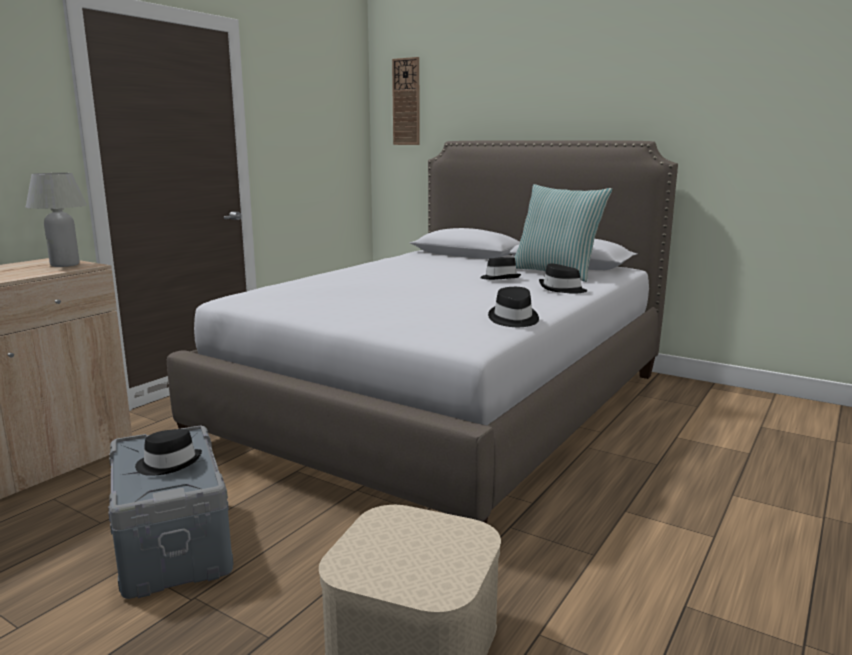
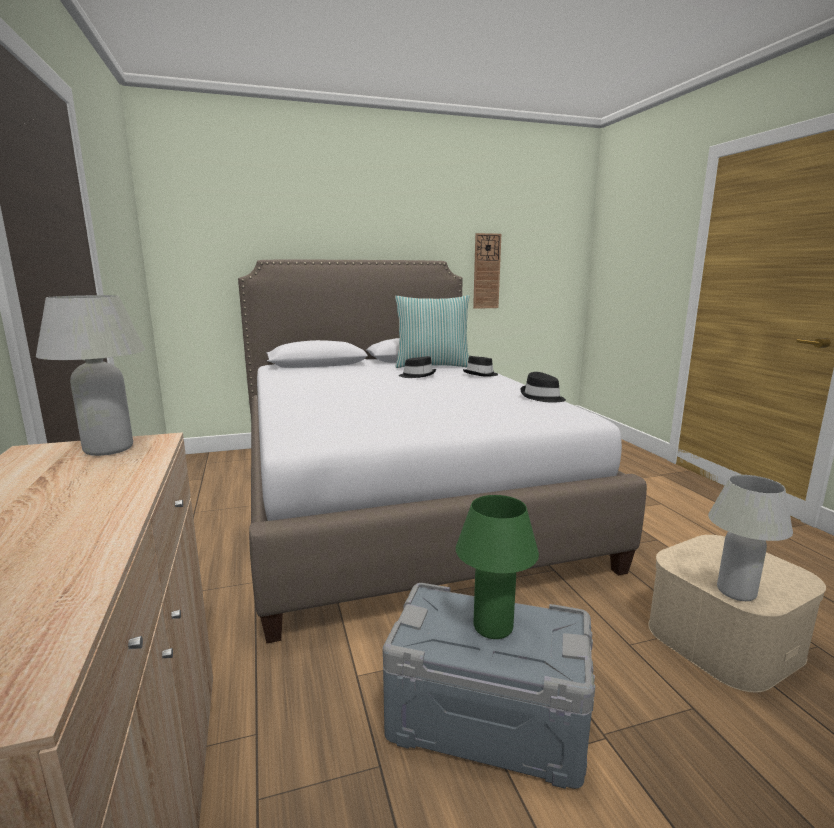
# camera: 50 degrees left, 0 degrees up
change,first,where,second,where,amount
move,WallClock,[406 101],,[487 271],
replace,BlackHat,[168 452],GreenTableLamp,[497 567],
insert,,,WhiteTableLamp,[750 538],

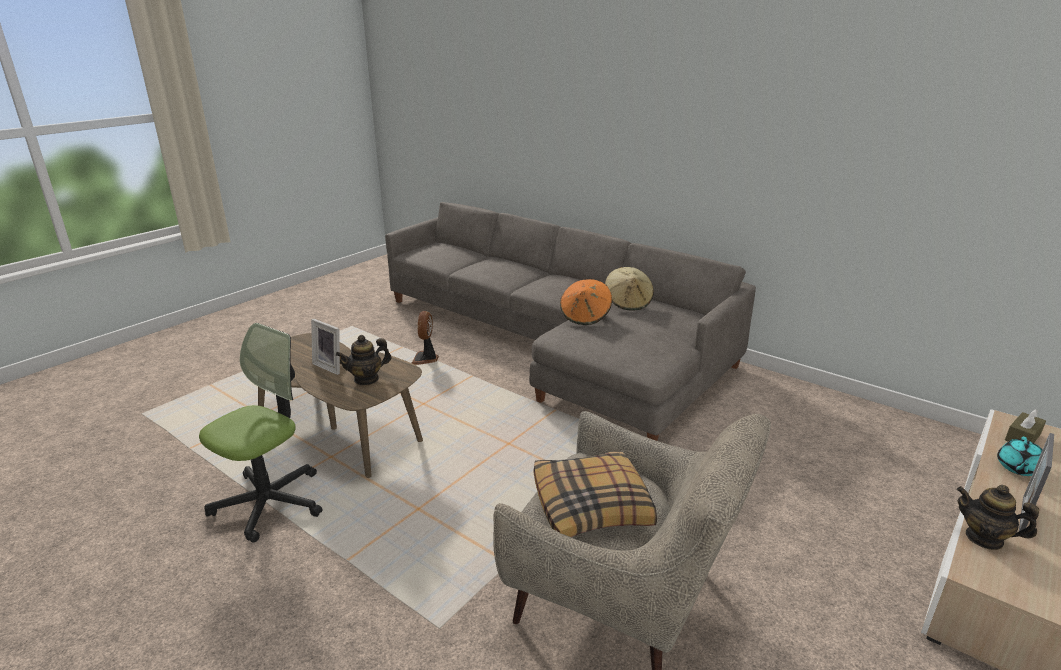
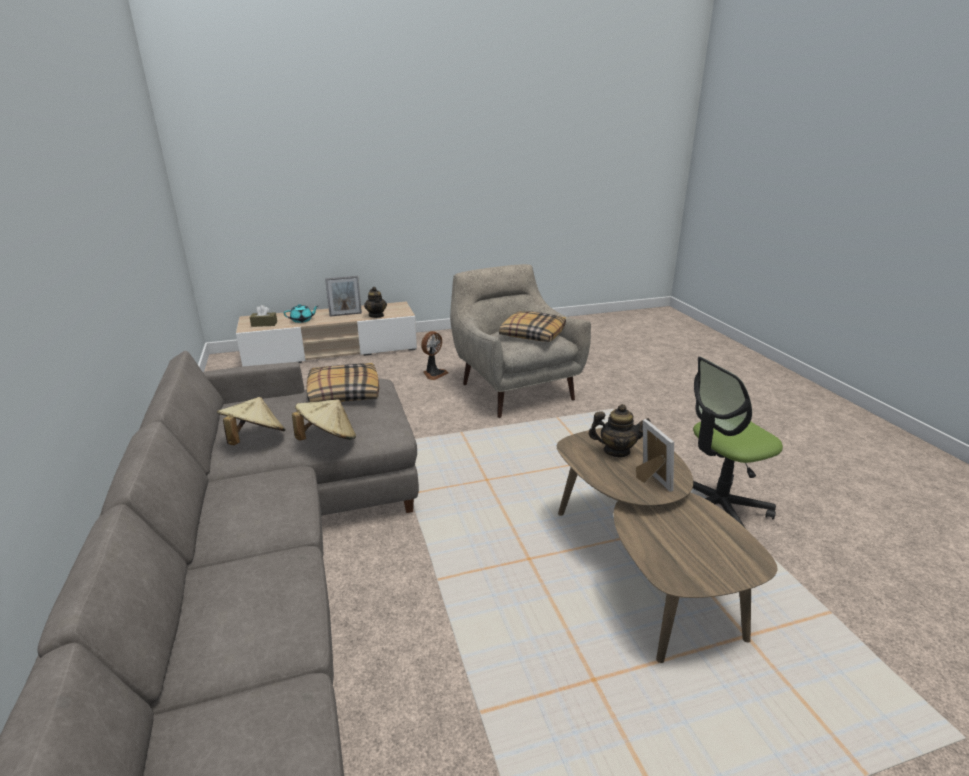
# camera: 145 degrees left, 0 degrees up
change,first,where,second,where,amount
recolor,OrangeHat,[586 302],BeigeHat,[324 420],
move,Fan,[425 338],,[435 355],
insert,,,Pillow,[342 383],

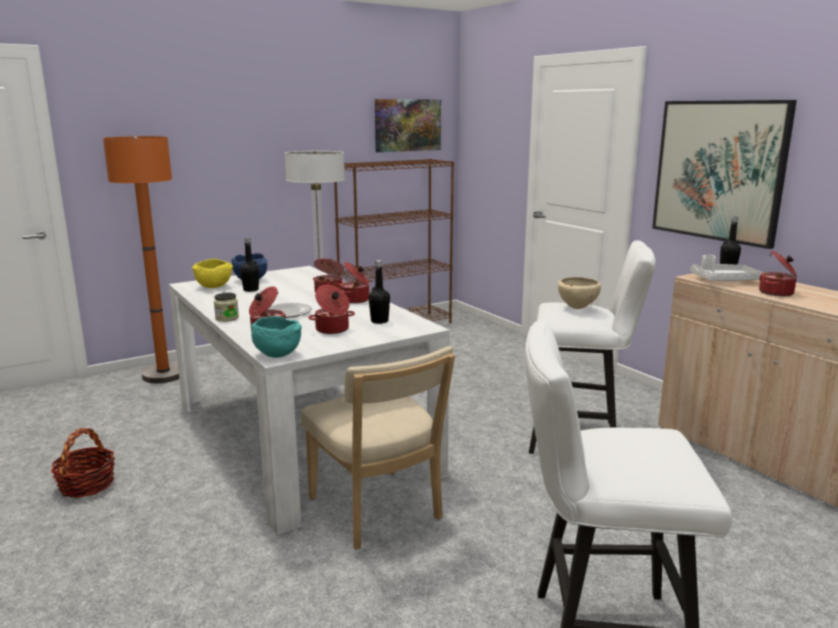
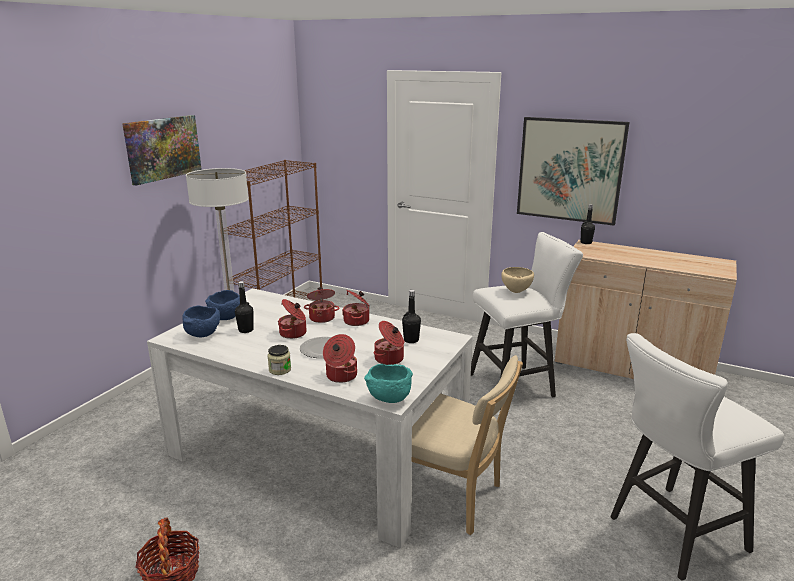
# camera: 30 degrees left, 5 degrees up
change,first,where,second,where,amount
move,Picture,[408 125],,[162 150],
delete,OrangeFloorLamp,[141 259],,,
move,CookingPot,[778 273],,[292 319],
delete,WhiteTray,[726 268],,,
recolor,YellowBowl,[212 273],BlueBowl,[201 322],

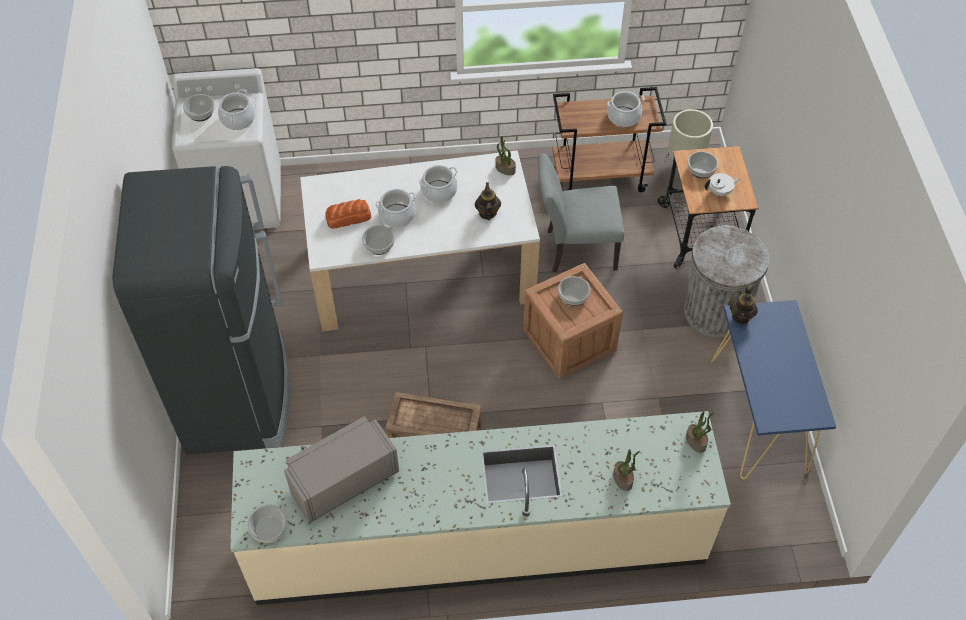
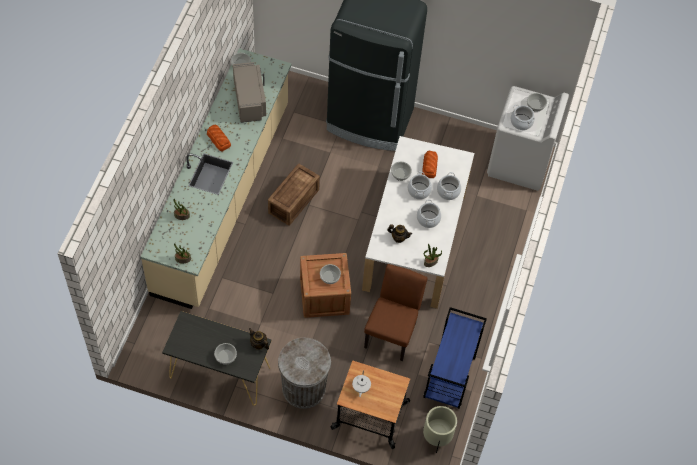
# camera: 110 degrees right, 5 degrees up
change,first,where,second,where,amount
recolor,BrownCart,[609 139],BlueCart,[455 358],
move,CookingPot,[626 109],,[449 186],
move,Bowl,[702 164],,[225 354],
recolor,GreyChair,[581 213],BrownChair,[395 312],
recolor,BlueConsoleTable,[773 389],BlackConsoleTable,[217 358],
insert,,,Bread,[219 138],

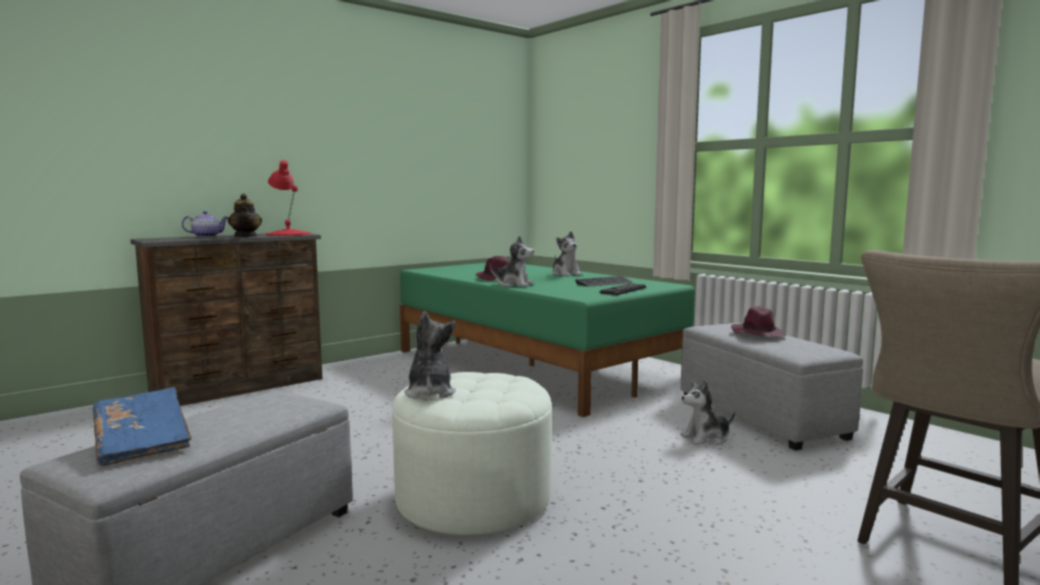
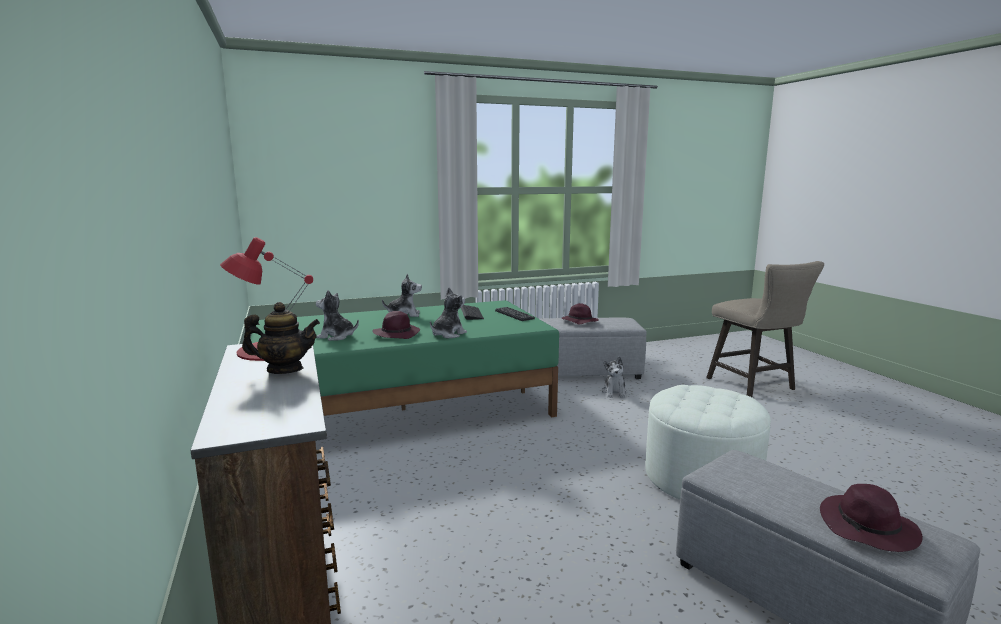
# camera: 70 degrees left, 5 degrees up
change,first,where,second,where,amount
delete,Teapot,[205 224],,,
move,PlushToy,[430 355],,[337 315],
replace,BlueBook,[142 427],PurpleHat,[871 518],

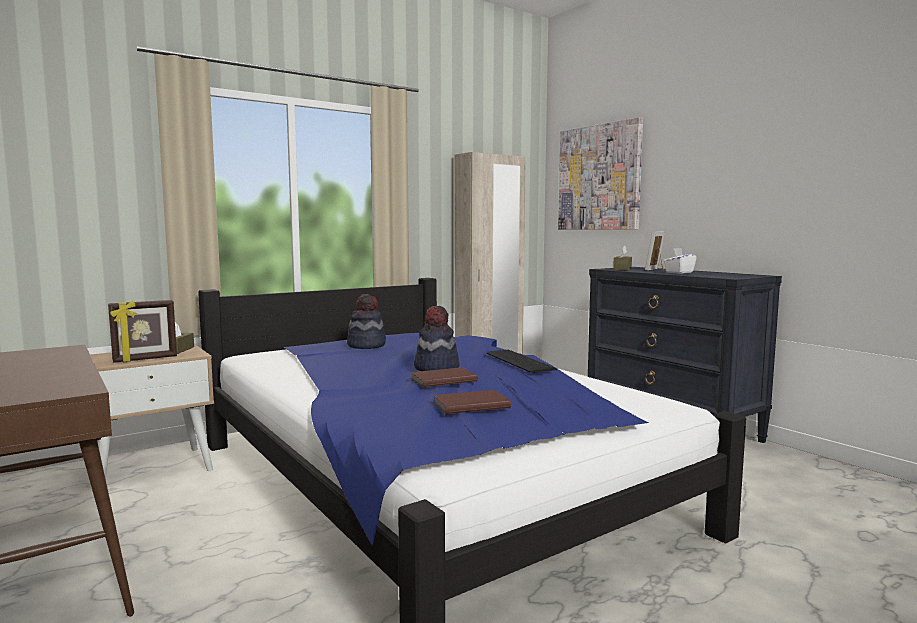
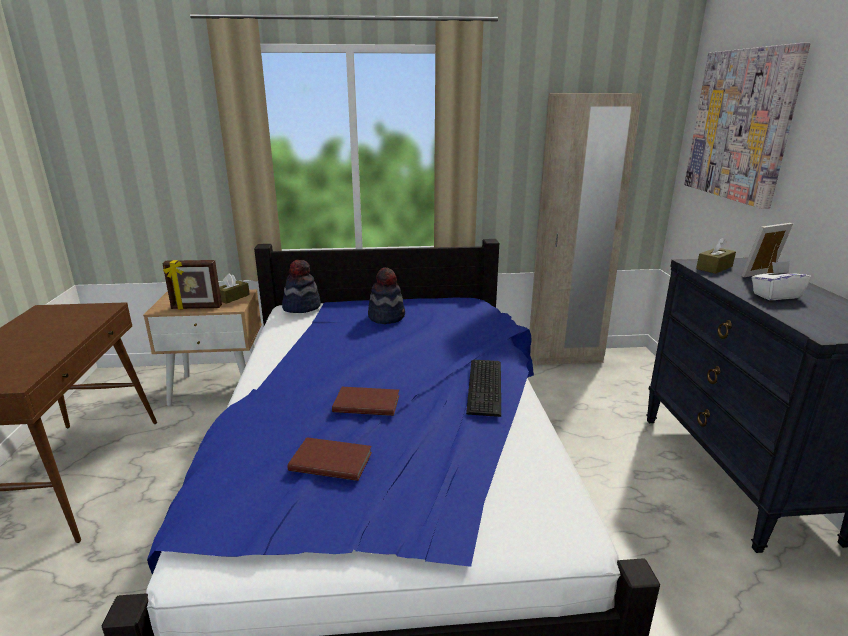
# camera: 30 degrees right, 15 degrees up
change,first,where,second,where,amount
move,Hat,[437 338],,[301 286],

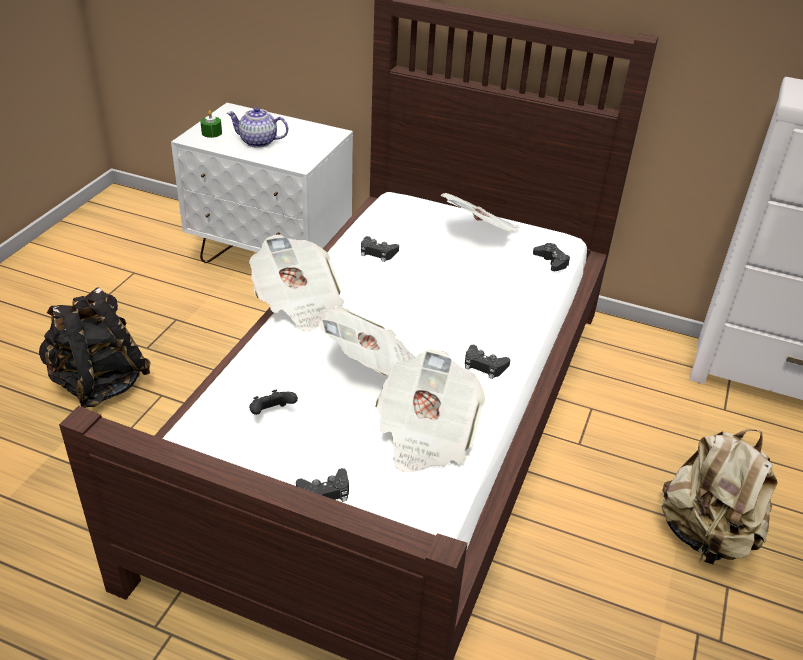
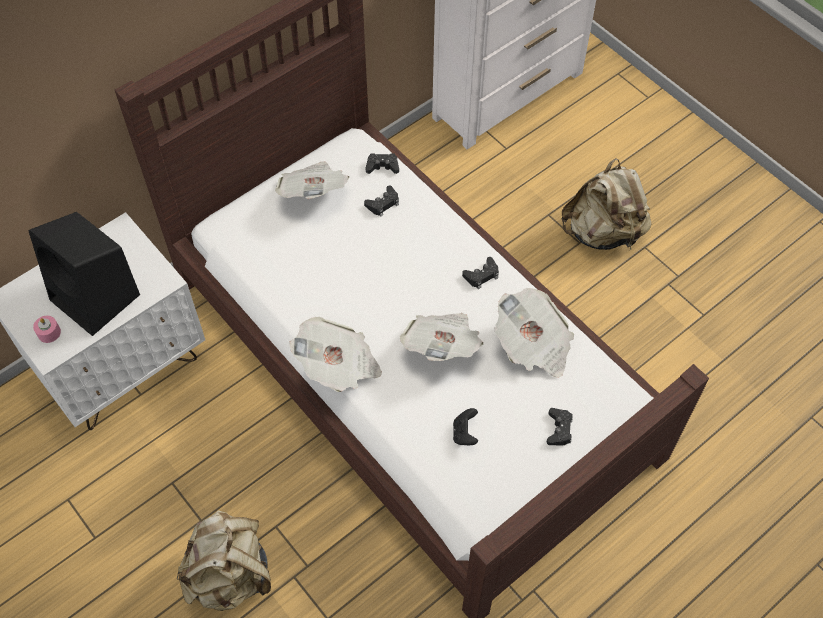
# camera: 60 degrees left, 20 degrees up
change,first,where,second,where,amount
replace,Teapot,[257 127],BlackSpeaker,[84 274],
recolor,GreenCandle,[211 124],PinkCandle,[47 329],
move,BlackGameController,[380 249],,[381 201],
recolor,BlackBackpack,[95 347],BeigeBackpack,[224 560],

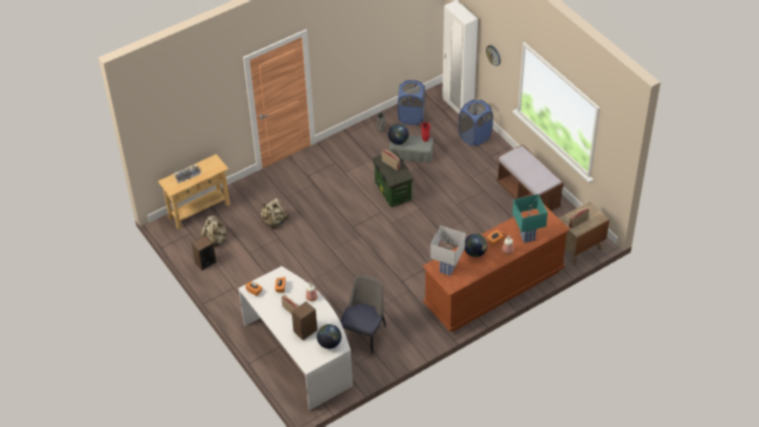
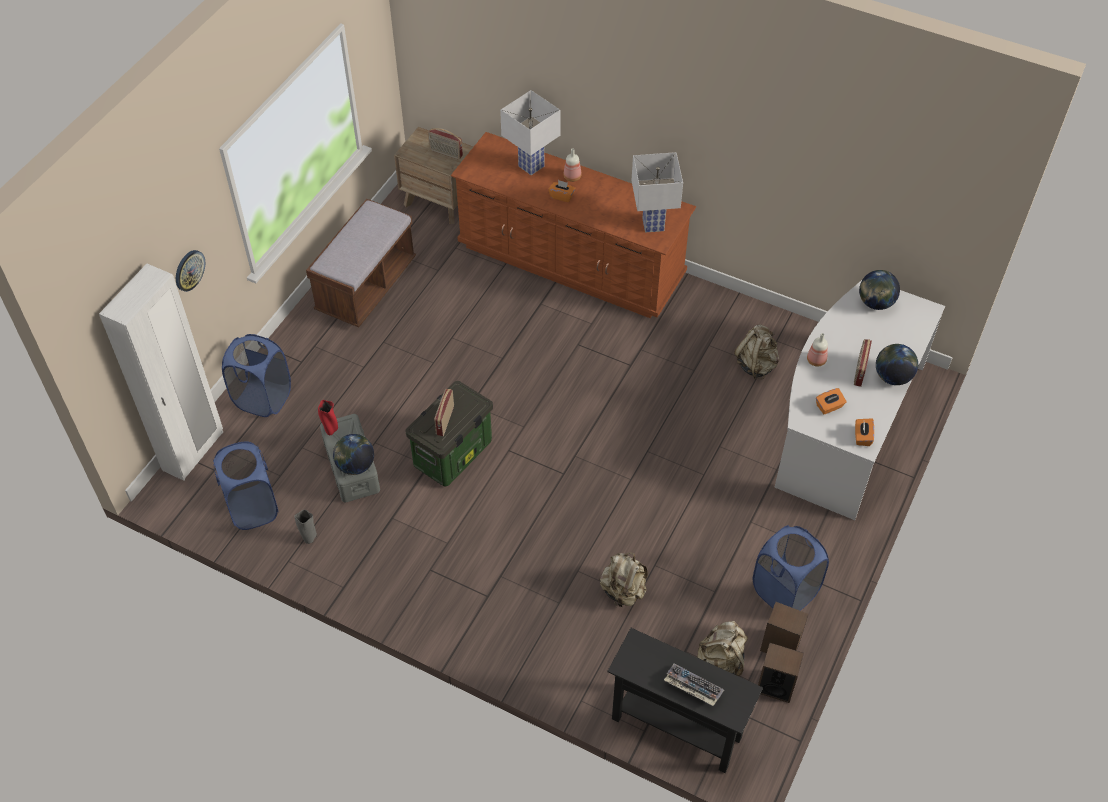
# camera: 120 degrees left, 5 degrees up
change,first,where,second,where,amount
recolor,BeigeConsoleTable,[194 192],BlackConsoleTable,[685 700],
recolor,TurquoiseTableLamp,[530 218],WhiteTableLamp,[530 132],
move,Globe,[475 245],,[897 364],
replace,Chair,[363 315],BeigeBackpack,[756 352],
move,Speaker,[304 320],,[781 673],
insert,,,BlueLaundryBasket,[791 568],

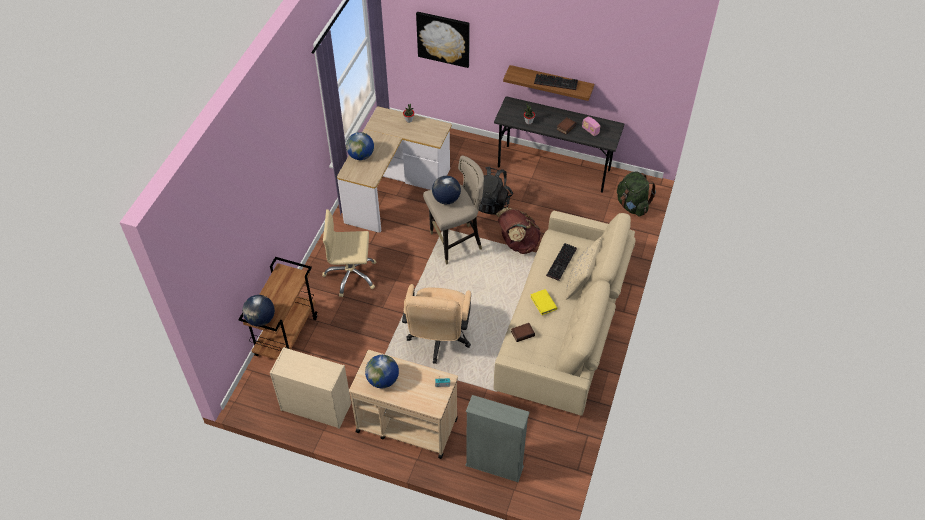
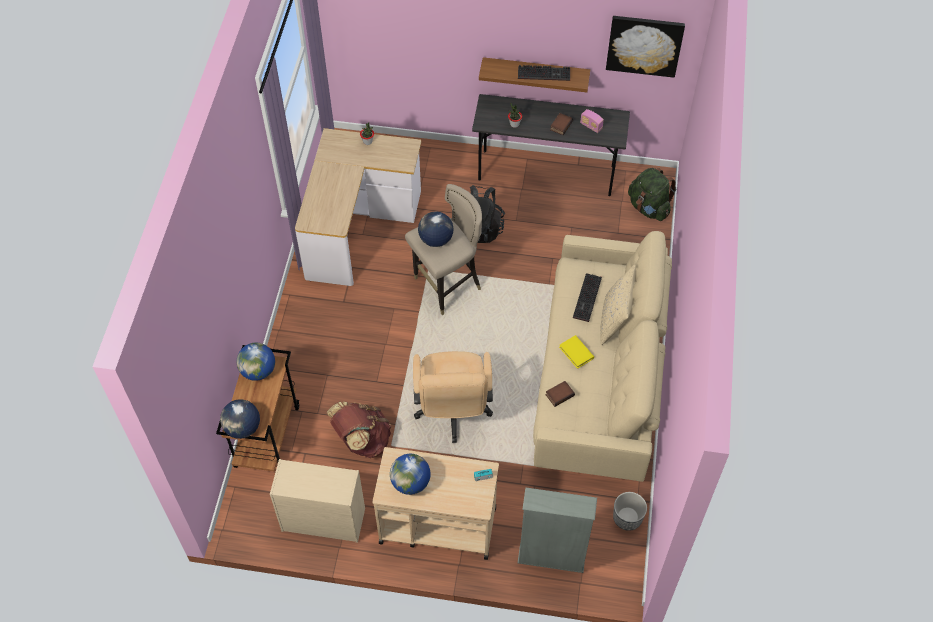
# camera: 10 degrees left, 5 degrees up
change,first,where,second,where,amount
move,Picture,[443 40],,[645 47],
move,Globe,[360 146],,[256 362],
move,BrownBackpack,[518 230],,[358 430],
delete,BeigeOfficeChair,[349 253],,,
insert,,,Planter,[630 511],

